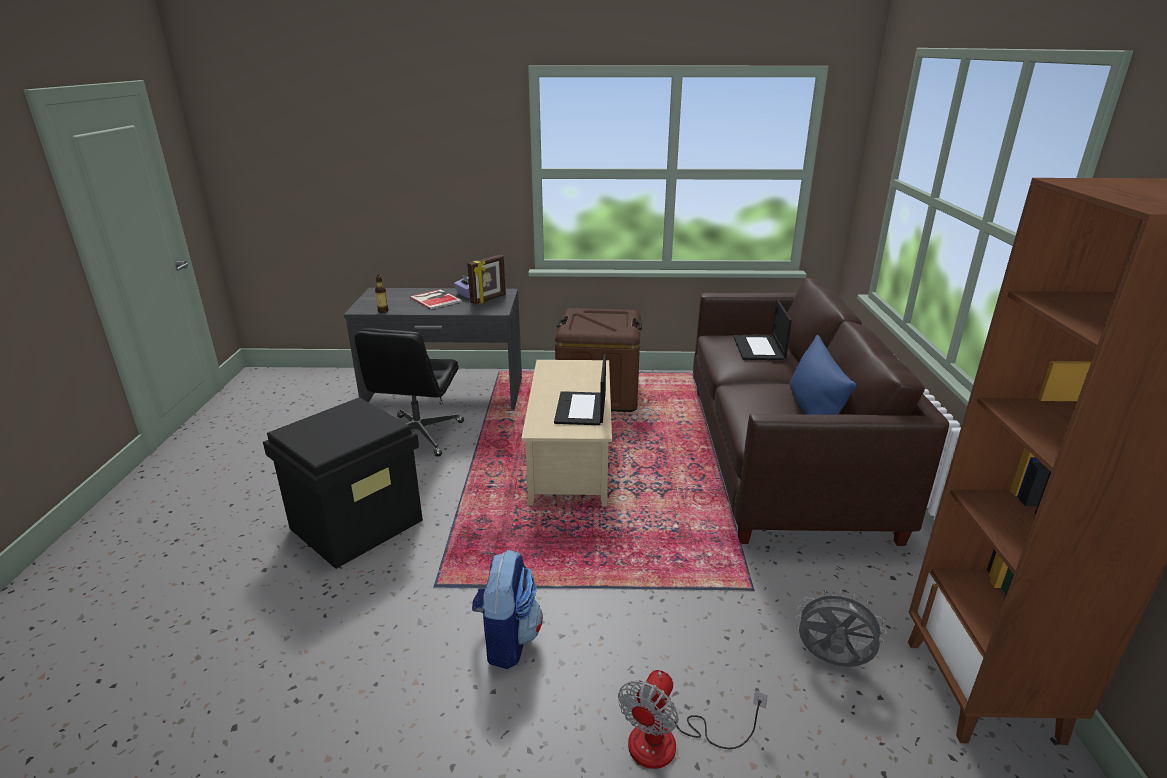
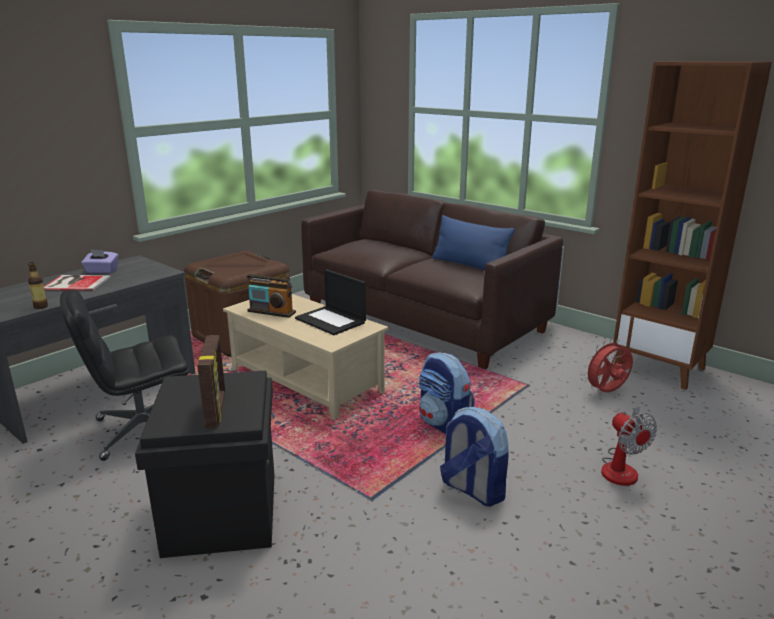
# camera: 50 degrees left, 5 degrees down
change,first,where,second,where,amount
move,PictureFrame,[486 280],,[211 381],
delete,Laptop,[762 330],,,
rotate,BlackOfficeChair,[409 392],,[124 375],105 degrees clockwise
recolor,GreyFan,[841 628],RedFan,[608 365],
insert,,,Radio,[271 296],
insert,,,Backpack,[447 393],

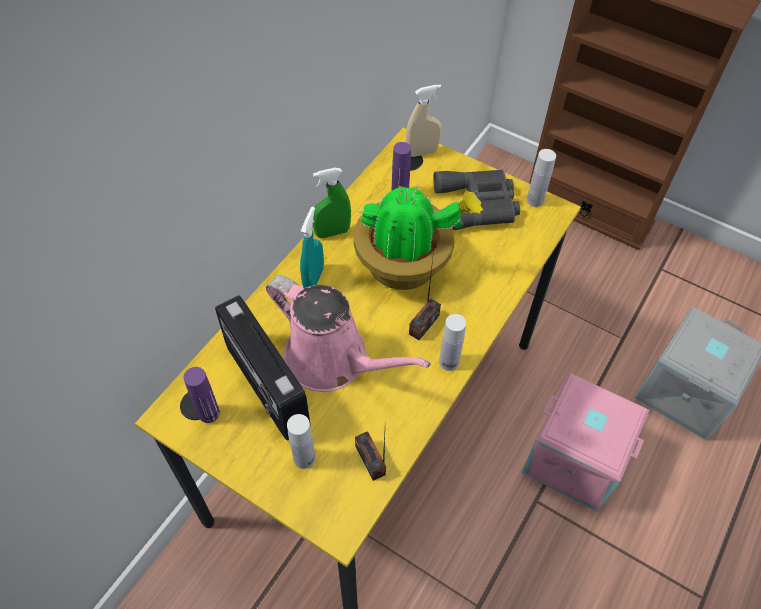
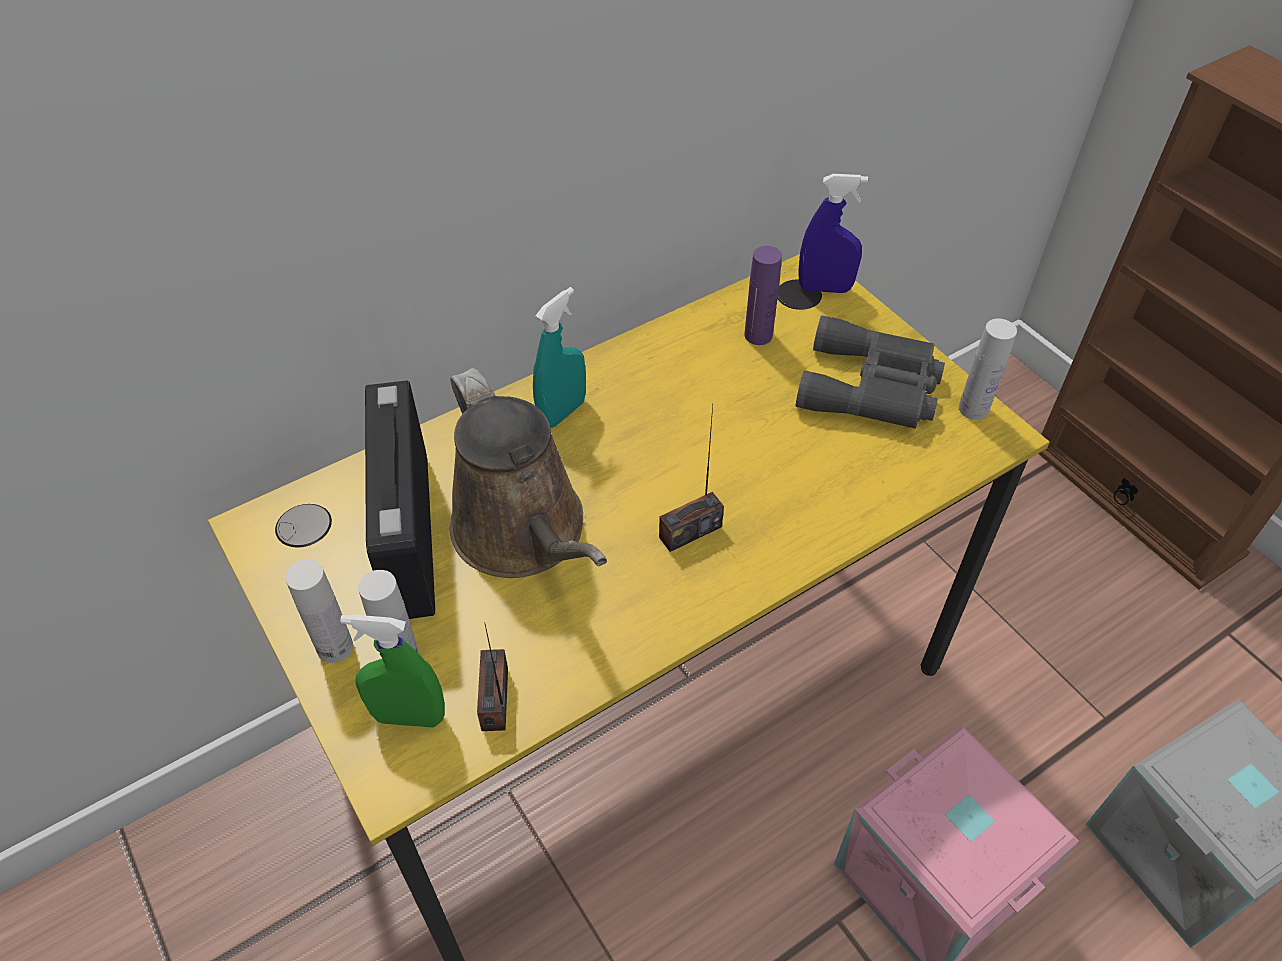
# camera: 25 degrees right, 5 degrees down
change,first,where,second,where,amount
recolor,BeigeSprayBottle,[424 120],BlueSprayBottle,[833 233],
move,GreenSprayBottle,[332 203],,[392 670],
delete,PottedPlant,[418 236],,,
recolor,PinkWateringCan,[348 333],BrownWateringCan,[528 473],
move,WhiteBottle,[452 342],,[319 611],
delete,PurpleBottle,[201 395],,,

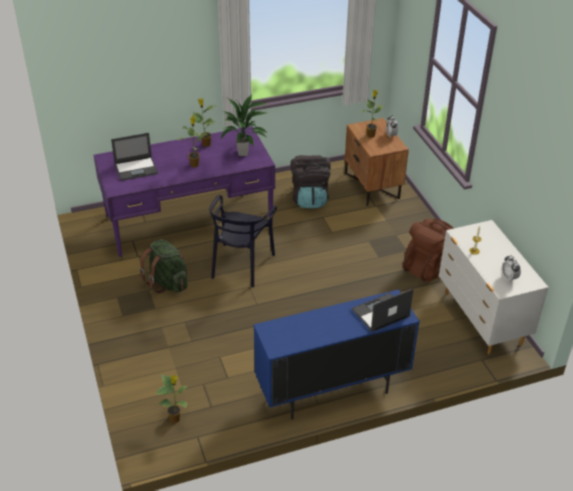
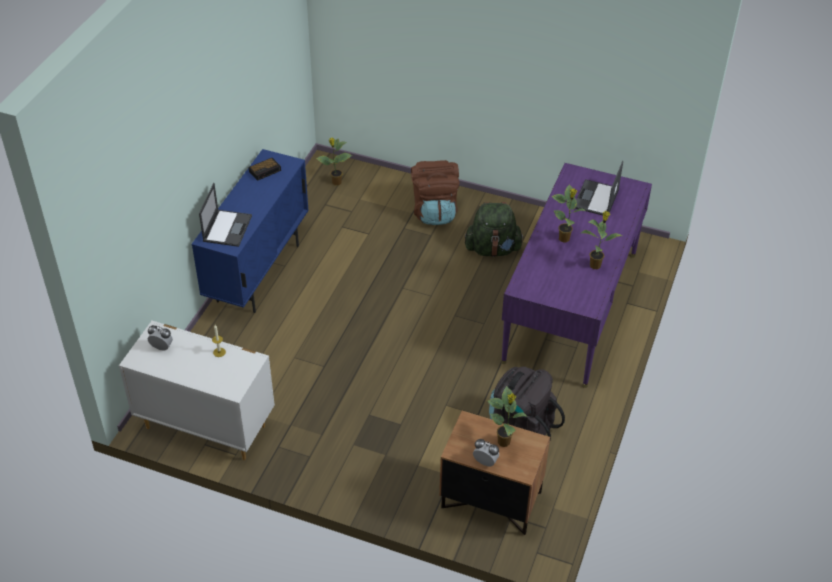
# camera: 130 degrees right, 5 degrees up
change,first,where,second,where,amount
delete,PottedPlant,[243 125],,,
delete,BlackChair,[243 241],,,
move,BrownBackpack,[428 250],,[435 192],
insert,,,AlarmClock,[265 169],

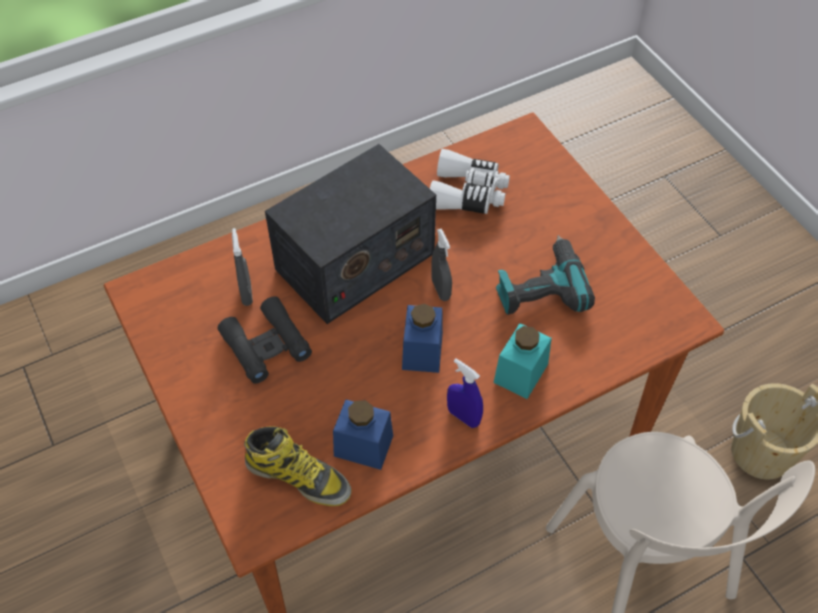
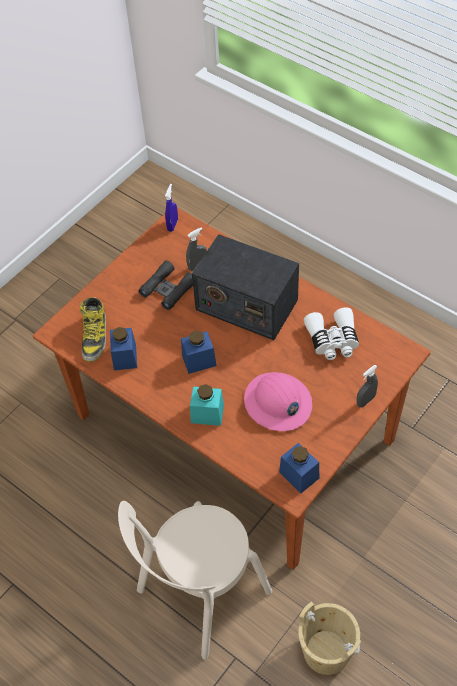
# camera: 70 degrees right, 0 degrees up
change,first,where,second,where,amount
move,GreySprayBottle,[441 265],,[367 386],
replace,PowerDrill,[545 275],PinkHardHat,[278 401],
move,BlueSprayBottle,[465 393],,[171 208],
insert,,,BlueJar,[299 468],

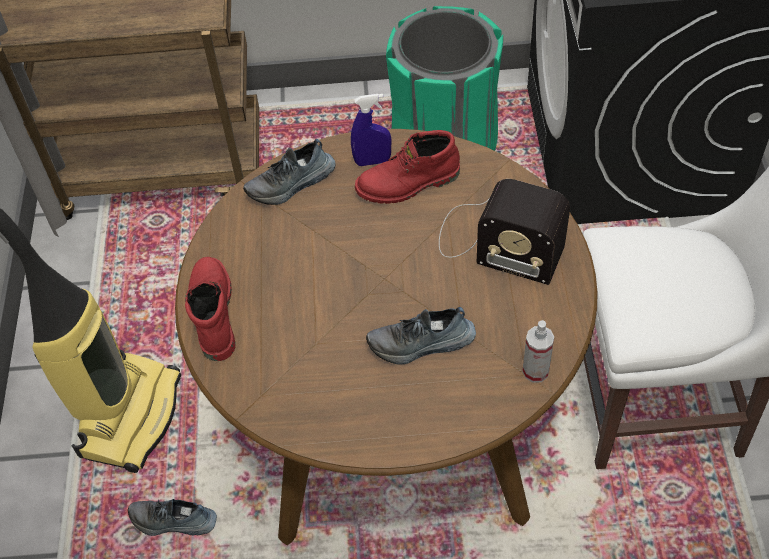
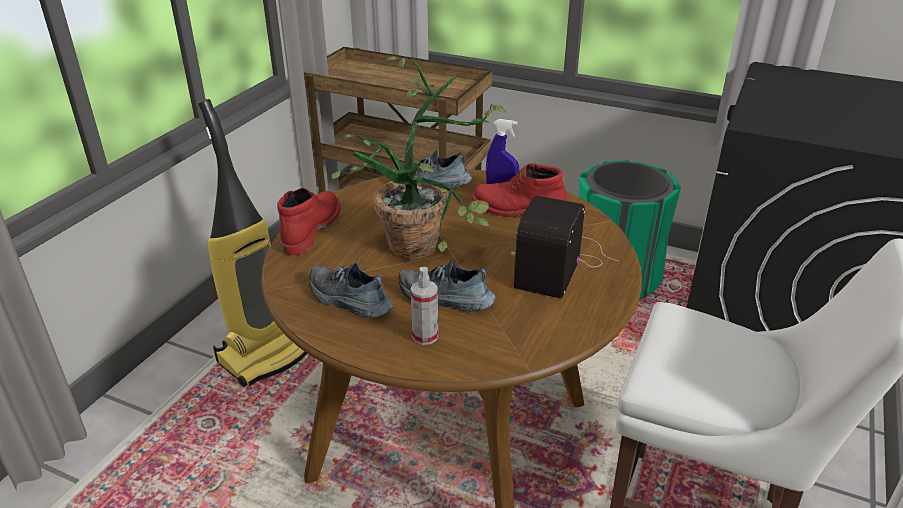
# camera: 25 degrees right, 20 degrees down
change,first,where,second,where,amount
rotate,Radio,[504 232],,[565 247],60 degrees clockwise
move,SprayBottle,[538 351],,[424 306],
move,Shoe,[172 517],,[351 290],
insert,,,PottedPlant,[419 157],

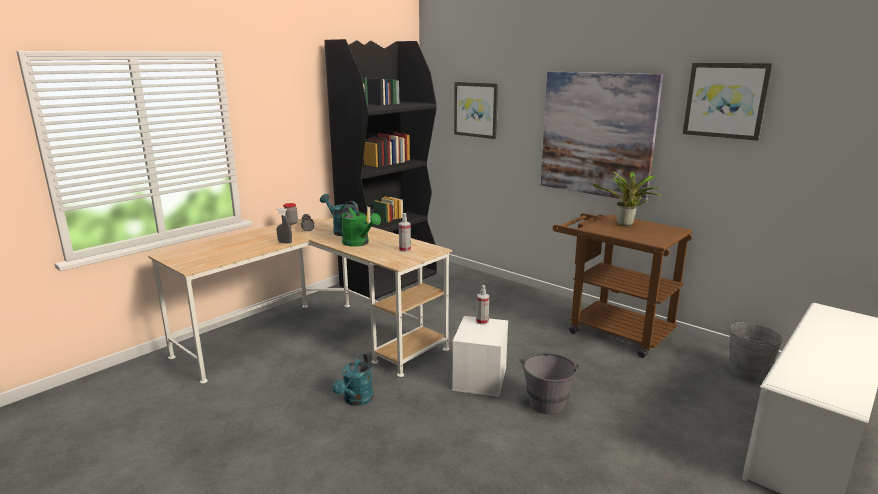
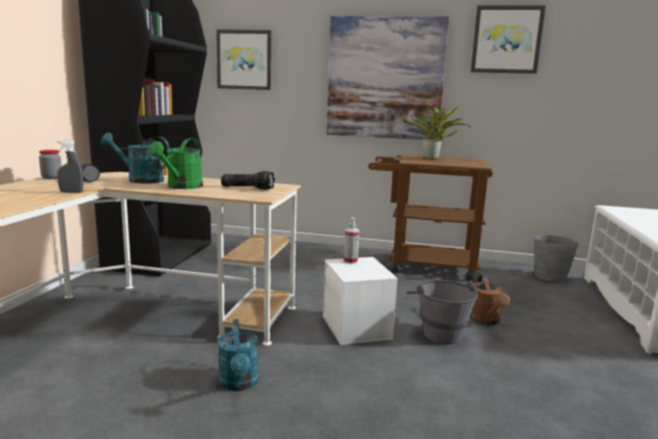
# camera: 30 degrees left, 5 degrees down
change,first,where,second,where,amount
rotate,GreenWateringCan,[360 226],,[175 163],90 degrees clockwise
replace,SprayBottle,[405 232],Flashlight,[248 180],
insert,,,BrownWateringCan,[490 299],

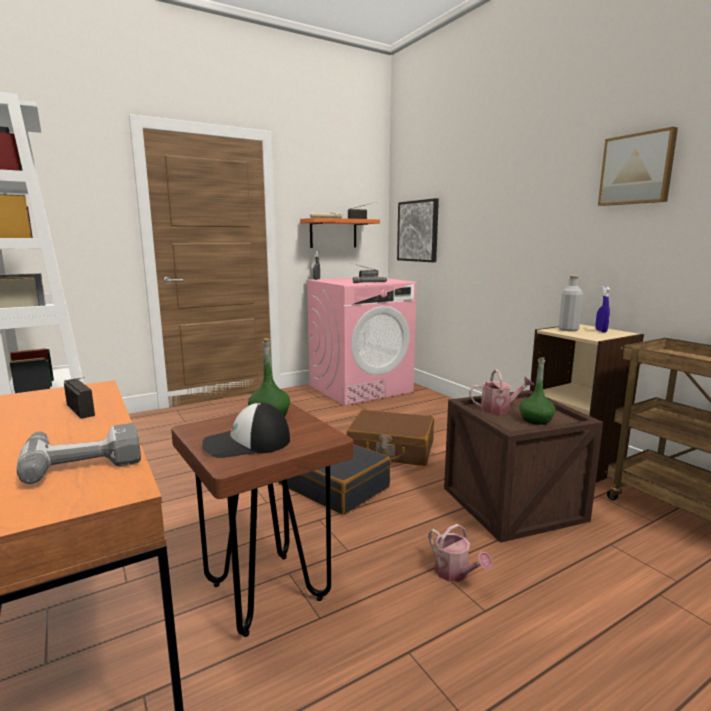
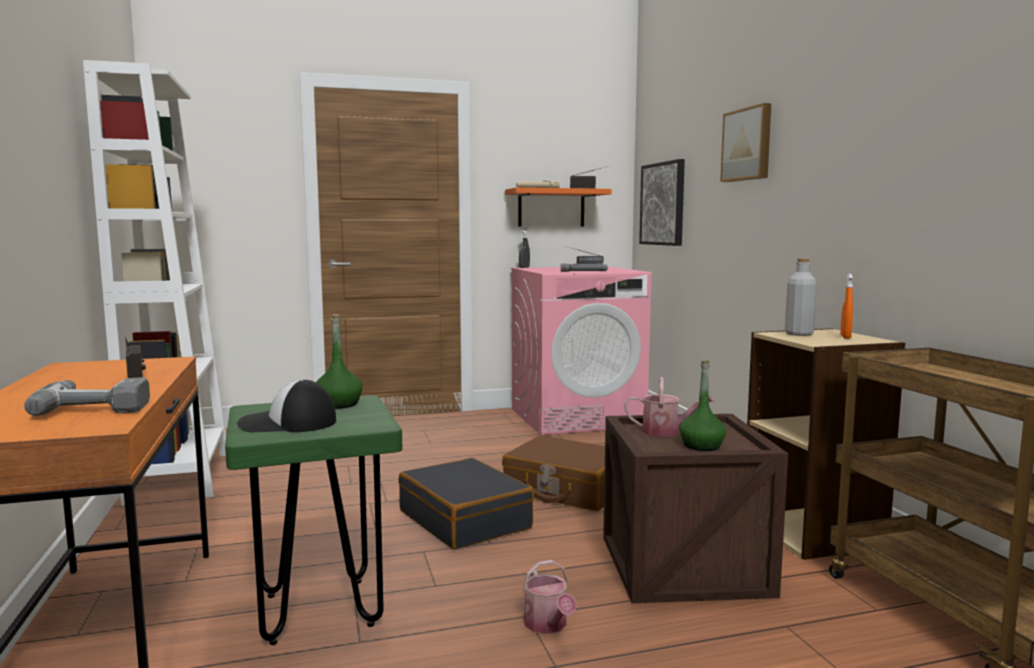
# camera: 15 degrees right, 5 degrees down
change,first,where,second,where,amount
move,Picture,[638 166],,[745 142],
recolor,BlueSprayBottle,[602 309],OrangeSprayBottle,[846 306],
recolor,BrownStool,[262 520],GreenStool,[313 520],

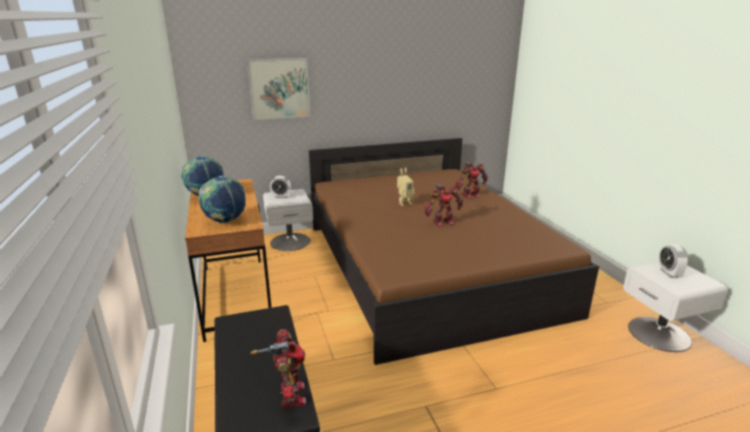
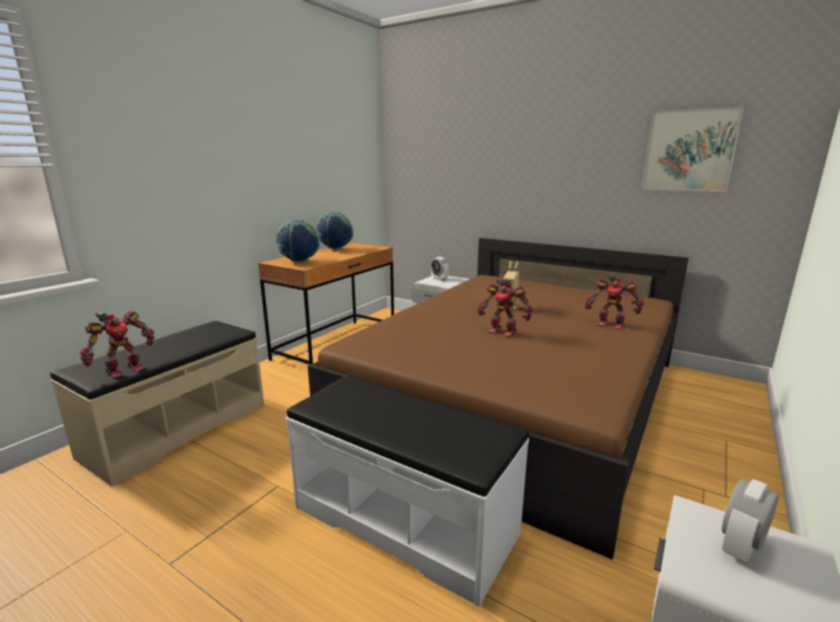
# camera: 50 degrees right, 5 degrees down
change,first,where,second,where,amount
move,Picture,[278 89],,[692 149],
insert,,,WhiteBench,[407 490],

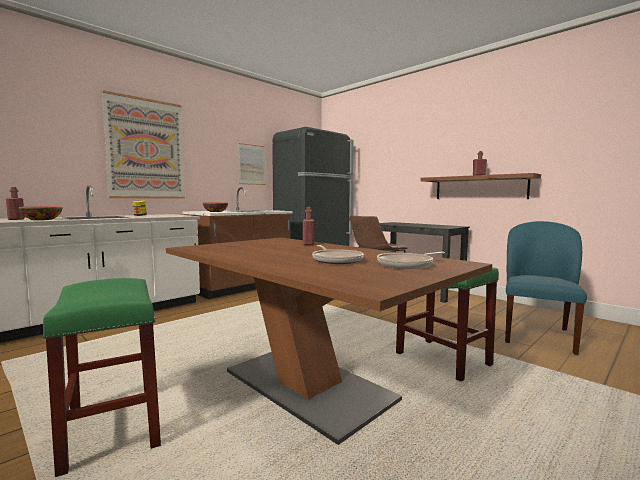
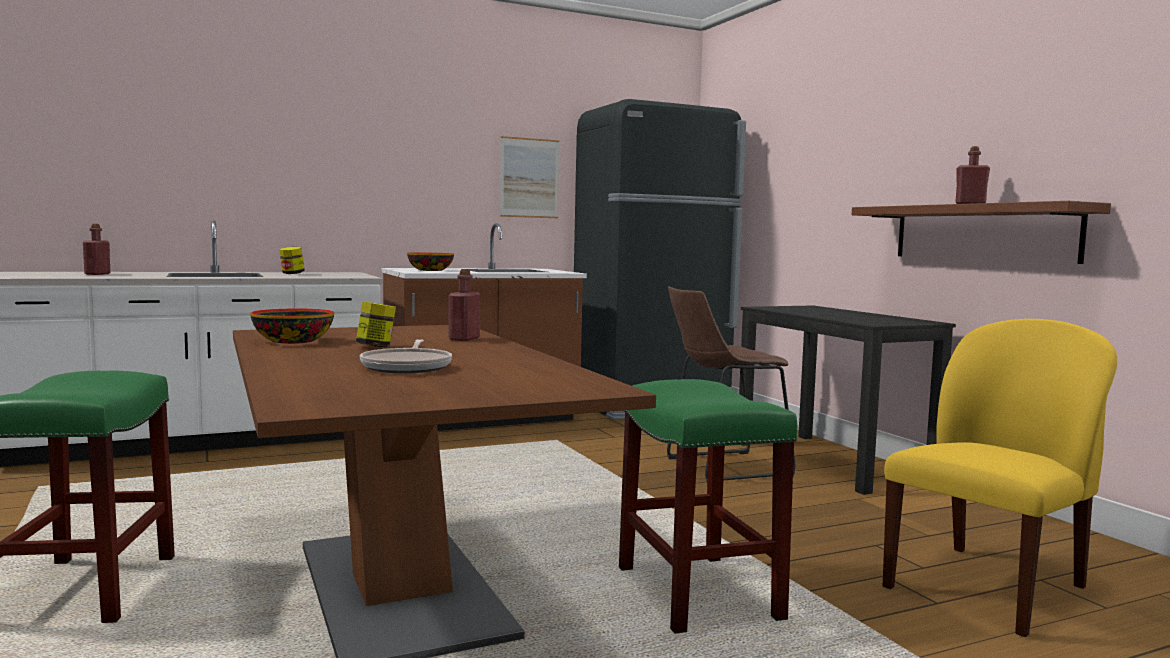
# camera: 20 degrees right, 0 degrees up
change,first,where,second,where,amount
delete,Picture,[143 144],,,
move,Bowl,[41 213],,[292 326],
recolor,BlueChair,[546 288],YellowChair,[1000 478],
delete,FryingPan,[411 260],,,
insert,,,Jar,[376 324],

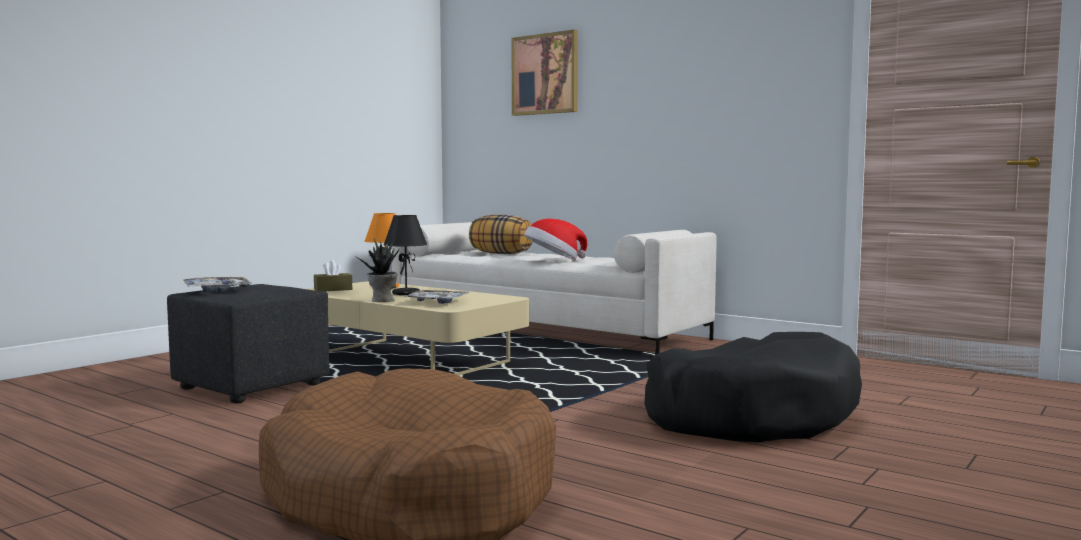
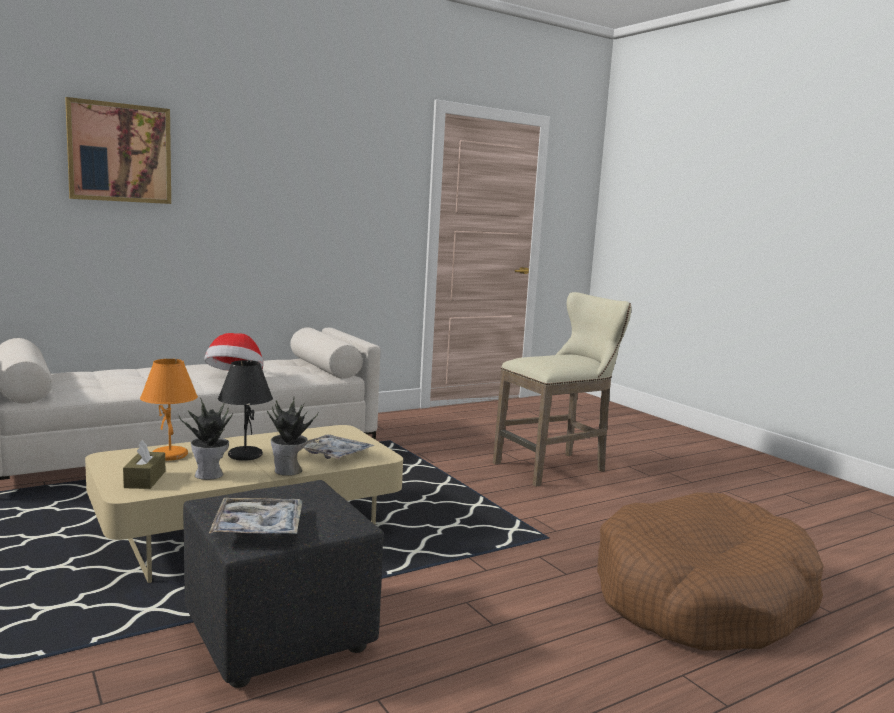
# camera: 70 degrees left, 5 degrees up
change,first,where,second,where,amount
delete,Pillow,[501 234],,,
replace,BlackDogBed,[753 387],BeigeStool,[562 389],
insert,,,PottedPlant,[206 438],

